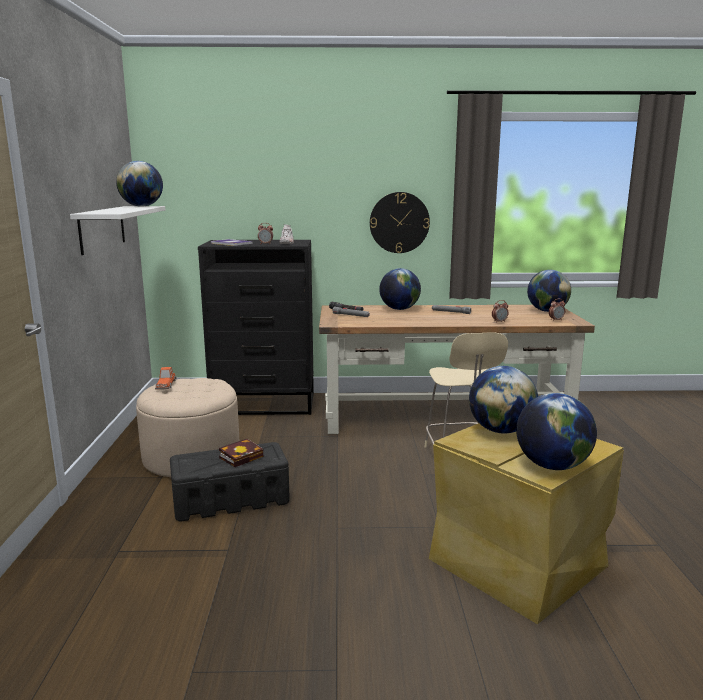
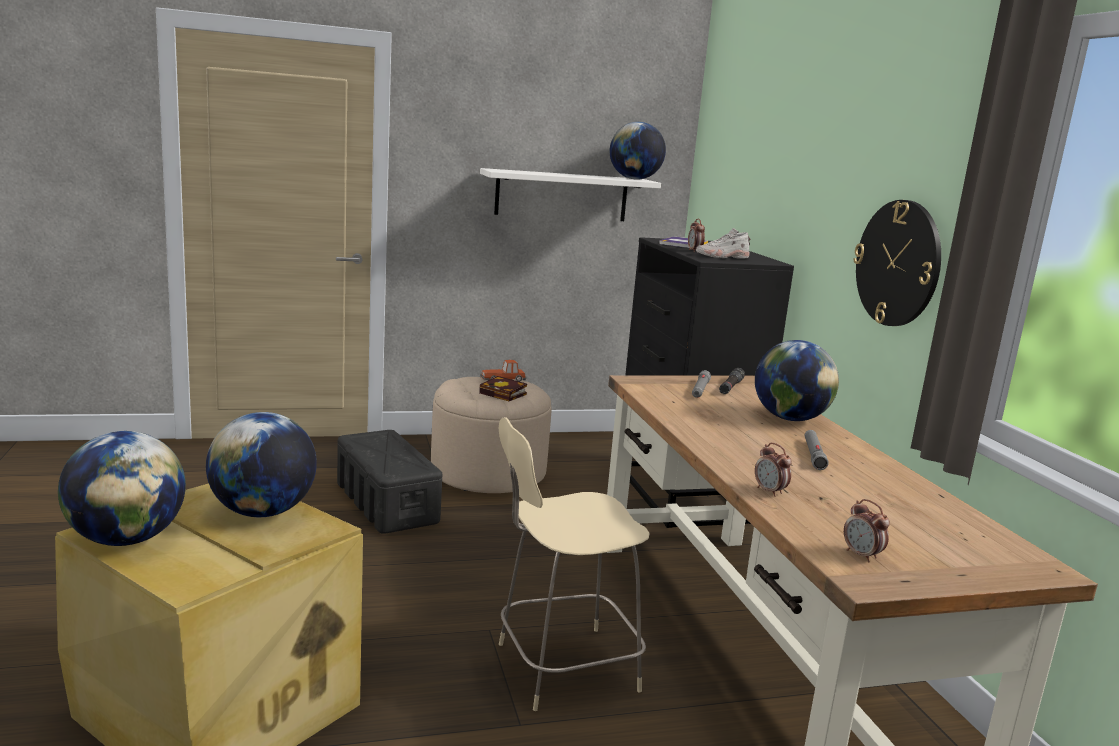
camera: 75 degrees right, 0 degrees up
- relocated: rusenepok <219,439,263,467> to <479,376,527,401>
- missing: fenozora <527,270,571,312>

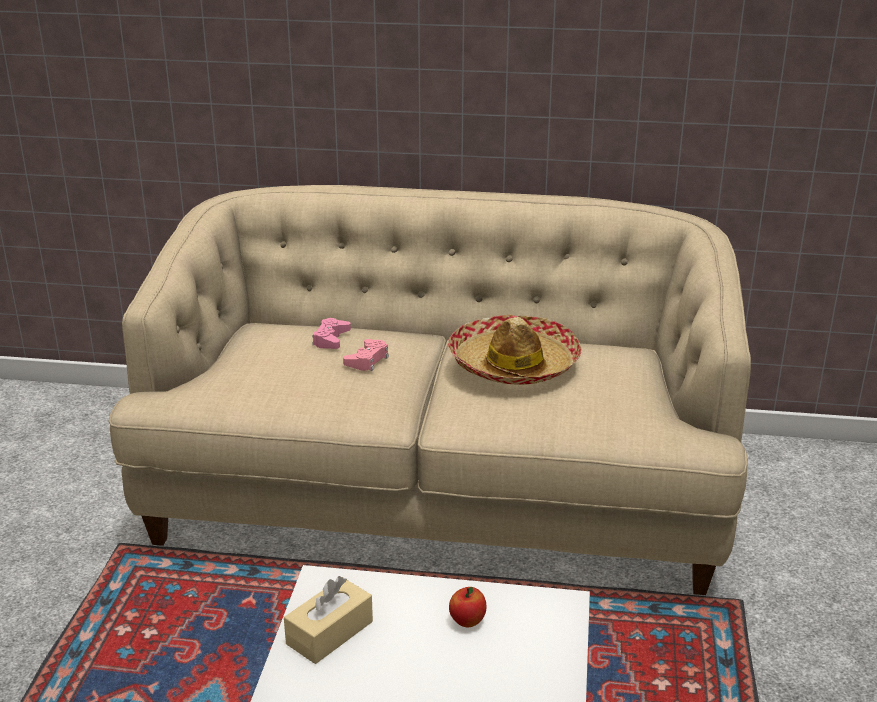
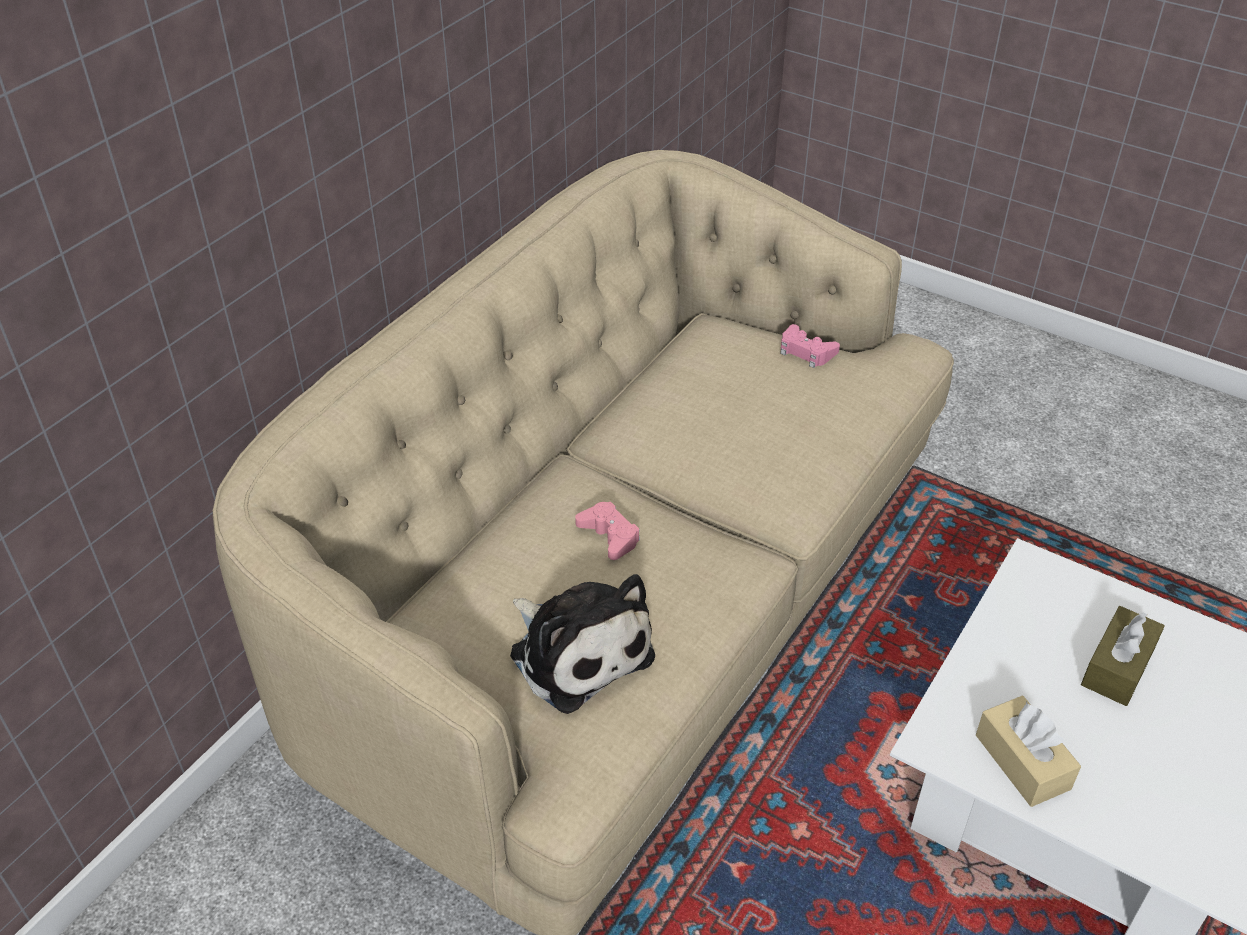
camera: 65 degrees left, 15 degrees up
- relocated: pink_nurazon <312,318,351,349> to <780,324,840,368>
- missing: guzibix <448,314,582,385>
- missing: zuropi <449,587,487,628>
- appeared: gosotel <510,574,655,714>
- appeared: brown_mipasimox <1081,606,1165,706>

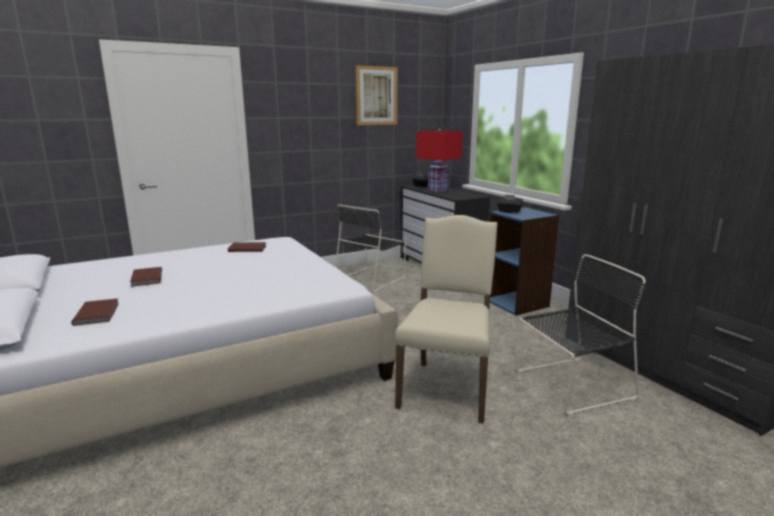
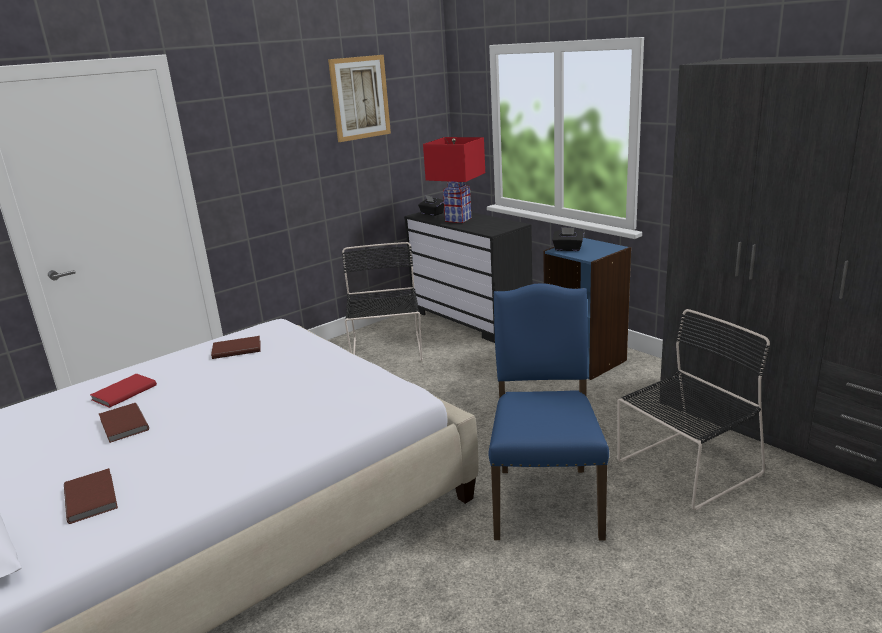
camera: 10 degrees left, 5 degrees up
- spun: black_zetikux <335,204,406,292> = <342,242,423,361> 150 degrees clockwise
- colour: beige_zetikux <395,215,498,423> to blue_zetikux <489,283,609,540>
- appeared: red_rusenepok <90,373,157,408>

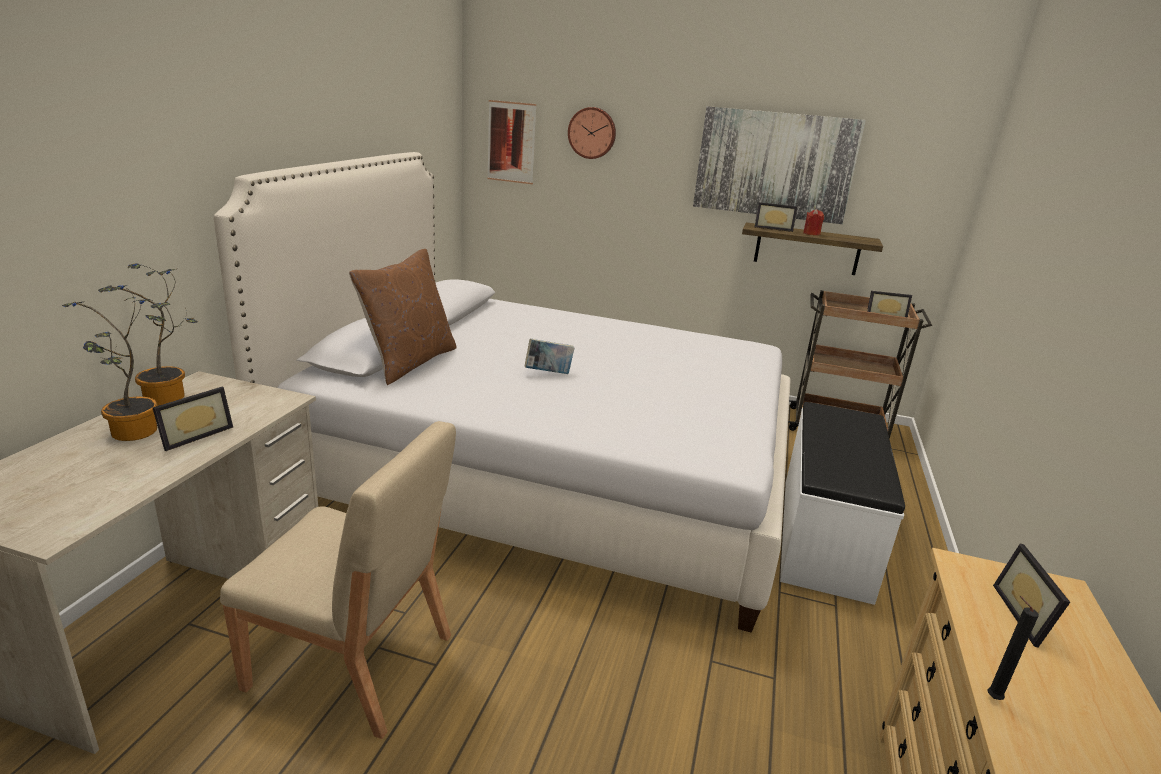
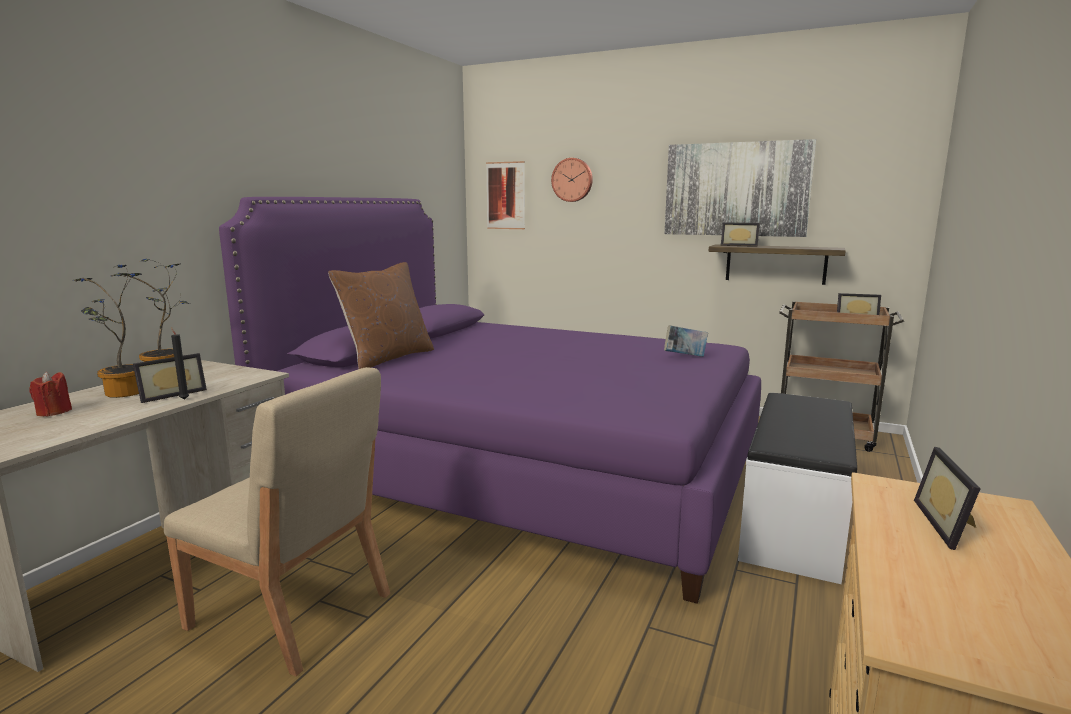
camera: 10 degrees right, 10 degrees down
- colour: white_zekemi <214,152,791,633> to purple_zekemi <219,197,761,604>
- relocated: rusenepok <525,338,574,374> to <664,325,708,357>
- relocated: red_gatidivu <803,209,824,235> to <29,372,72,416>
- relocated: black_gatidivu <987,596,1039,700> to <171,327,189,400>

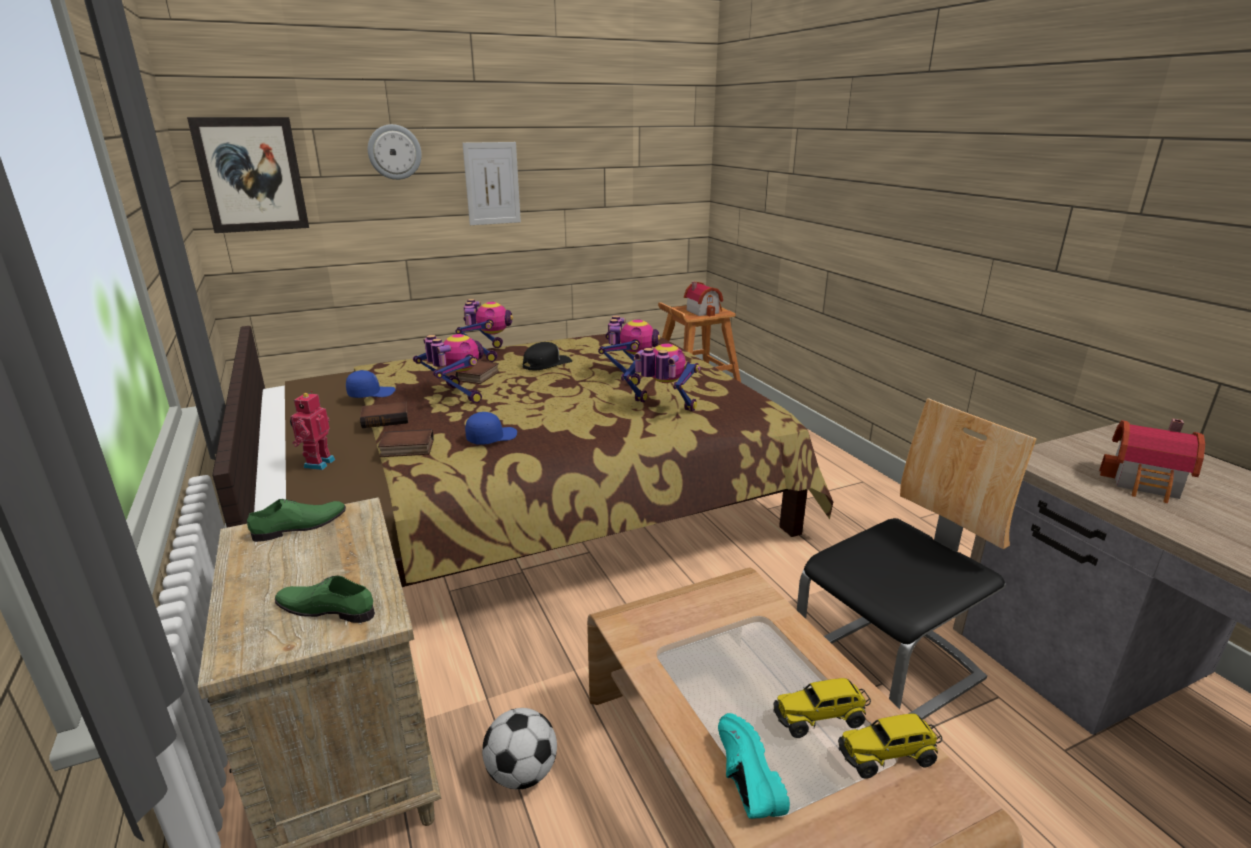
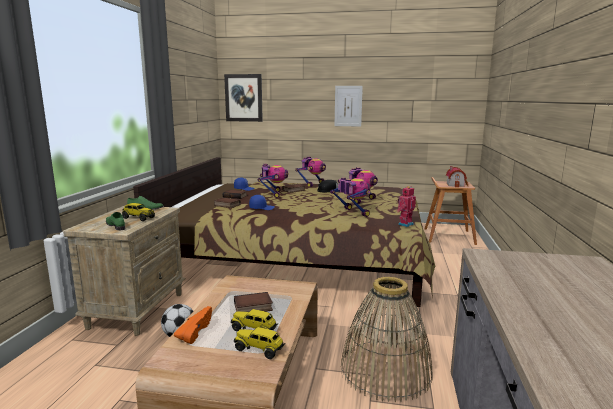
camera: 35 degrees right, 10 degrees down
- relocated: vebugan <290,391,335,470> to <397,186,416,227>
- missing: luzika <368,124,422,180>
- colour: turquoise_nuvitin <718,713,790,819> to orange_nuvitin <174,306,212,344>
- exchanged: zetikux <797,398,1037,720> to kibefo <341,277,432,402>
- missing: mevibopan <1099,418,1205,503>
- appeared: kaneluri <122,203,155,221>
- appeared: rusenepok <234,292,273,312>

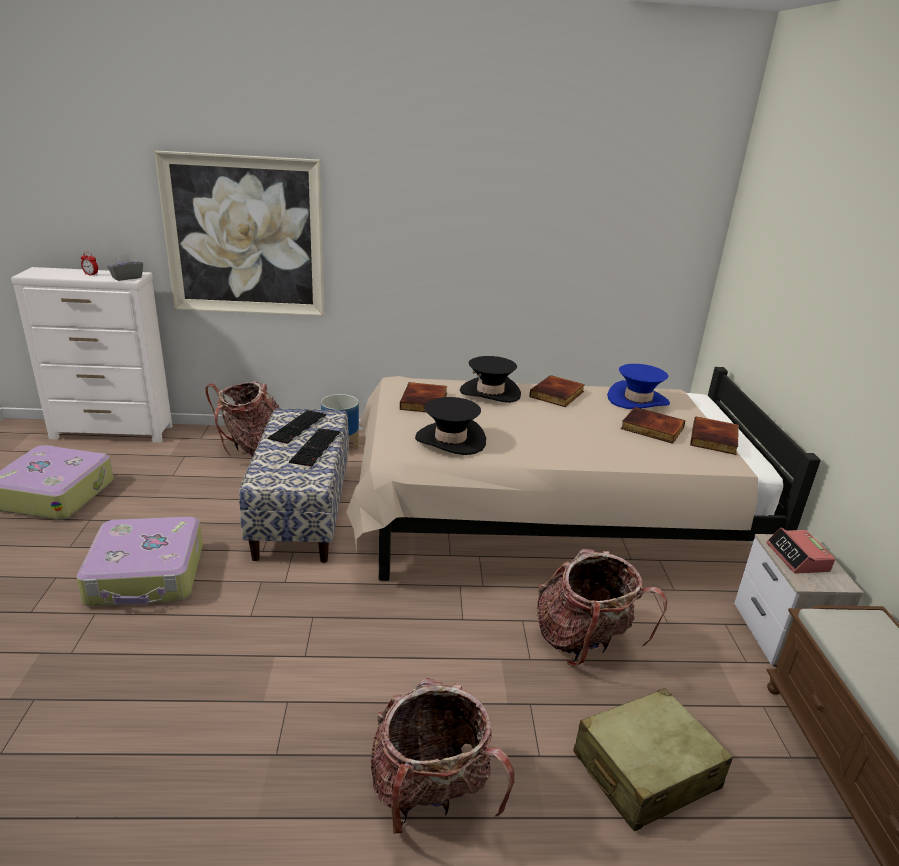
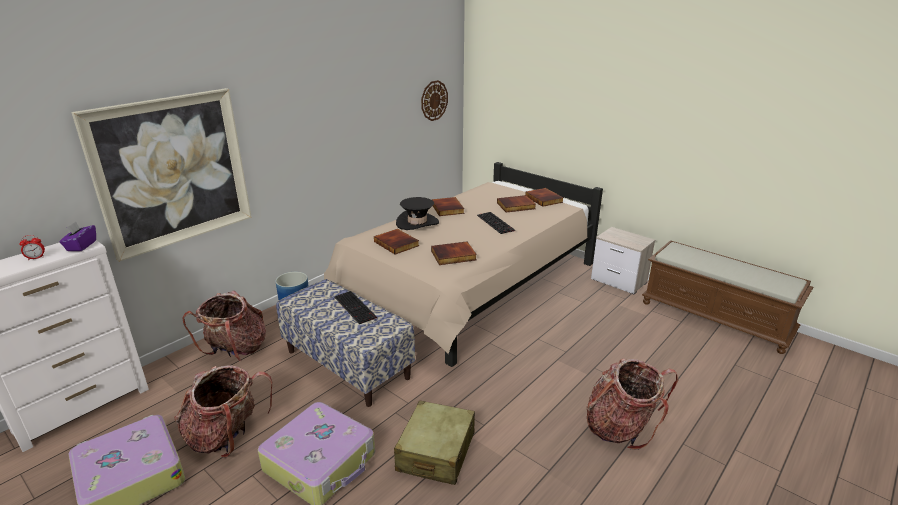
camera: 45 degrees left, 0 degrees up
- colour: grey_mipasimox <107,254,143,281> to purple_mipasimox <59,222,96,251>
- relocated: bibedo <268,410,326,444> to <477,212,515,234>
- exchanged: black_guzibix <415,397,486,455> to rusenepok <431,241,477,265>
- relocated: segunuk <537,549,667,667> to <174,366,272,458>
- relocated: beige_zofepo <573,688,733,831> to <394,400,475,485>
- missing: blue_guzibix <607,364,670,409>
- missing: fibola <766,528,835,574>
- appeared: luzika <421,80,448,121>

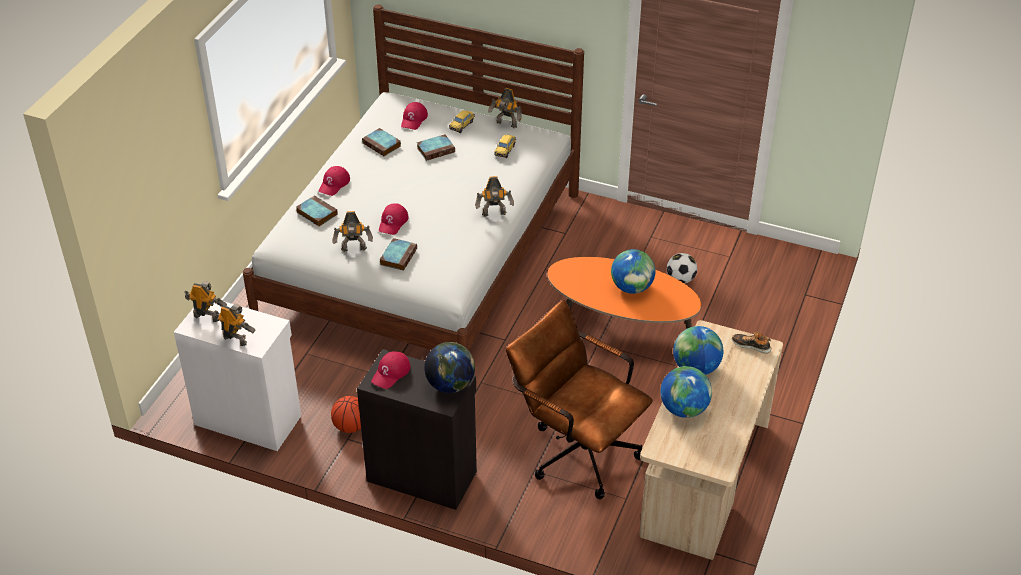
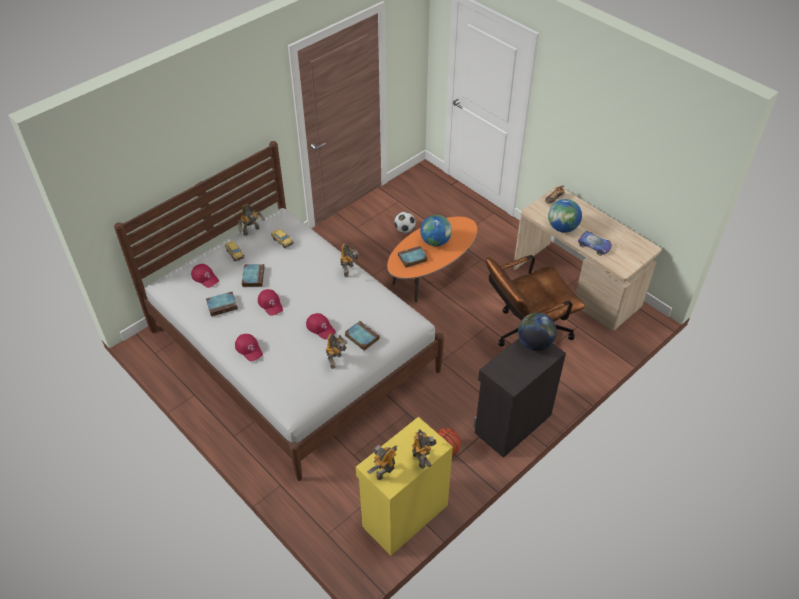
camera: 65 degrees left, 5 degrees up
- colour: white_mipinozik <174,302,301,451> to yellow_mipinozik <356,417,453,555>
- spun: vebugan <215,303,255,346> = <412,429,436,469> 120 degrees clockwise
- relocated: rusenepok <296,195,338,227> to <398,246,428,268>
- relocated: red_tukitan <371,352,410,389> to <258,289,283,316>
- exchanged: fenozora <660,366,712,418> to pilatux <578,231,612,256>

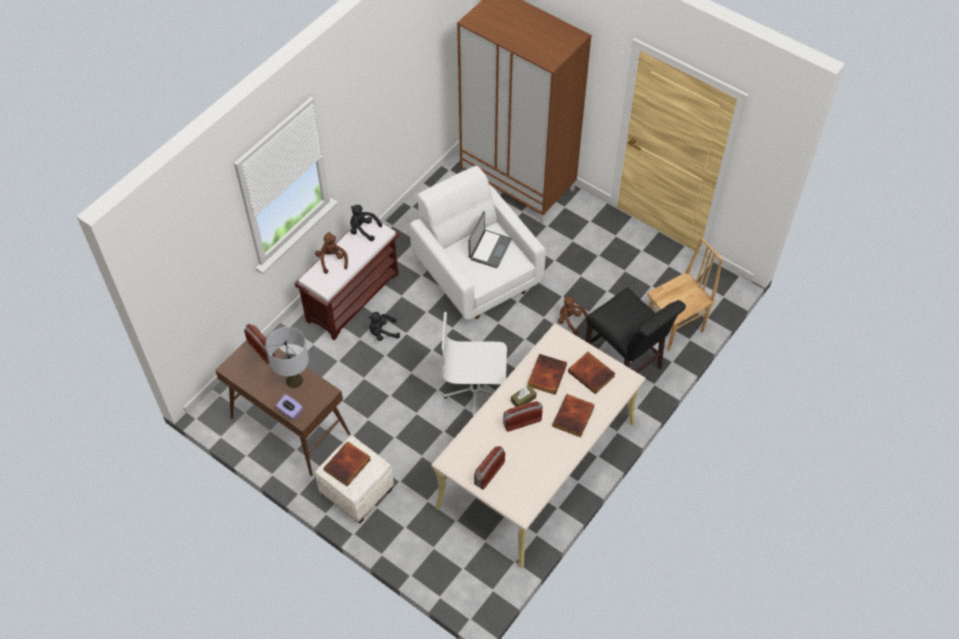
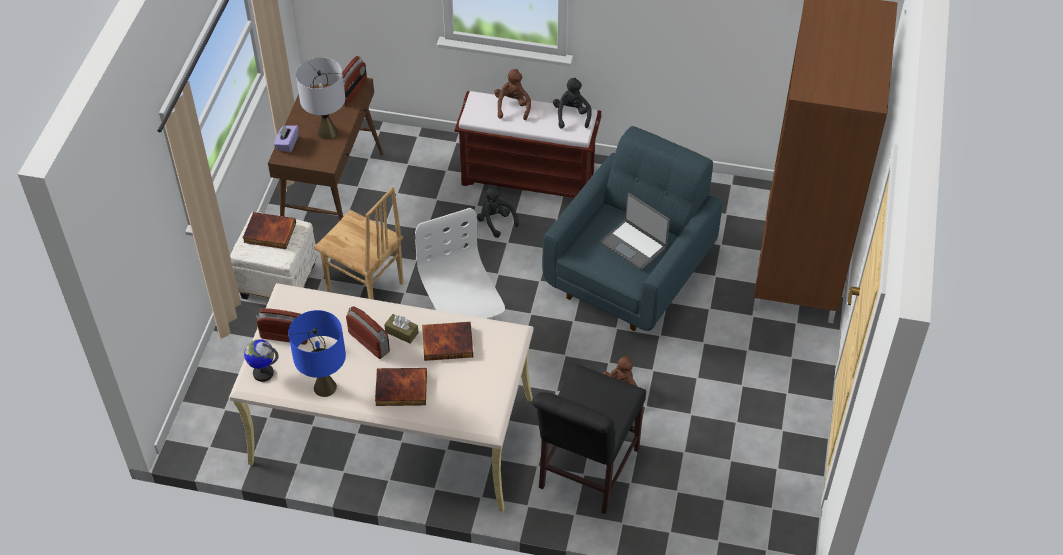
camera: 65 degrees right, 5 degrees down
- spun: brown_gosotel <315,232,348,274> = <494,69,531,120> 45 degrees counterclockwise
- colour: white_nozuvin <410,166,546,320> to blue_nozuvin <542,126,722,331>
- spun: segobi <469,211,512,268> = <600,193,670,270> 45 degrees clockwise
- missing: rusenepok <568,352,615,394>
- relocated: brown_zetikux <647,237,723,351> to <314,187,404,300>
- appeared: fenozora <244,339,279,382>
- appeared: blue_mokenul <288,310,346,397>

